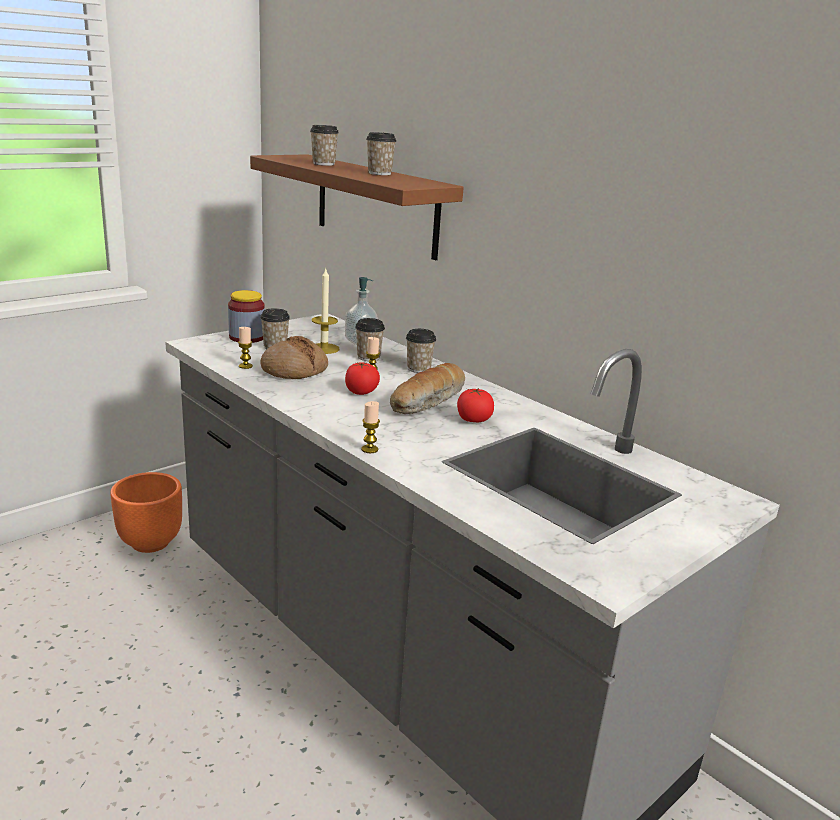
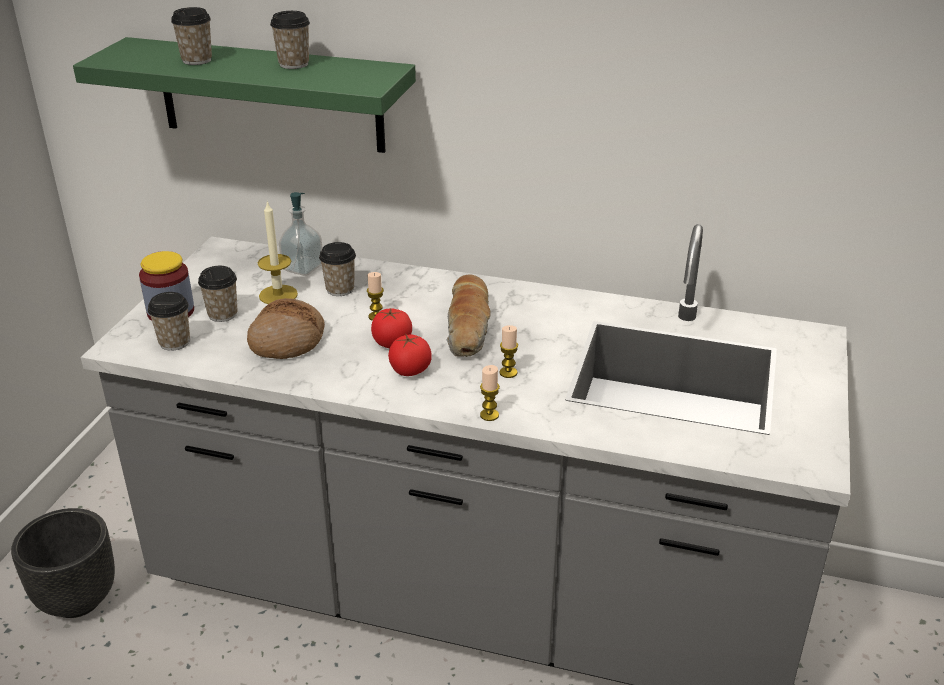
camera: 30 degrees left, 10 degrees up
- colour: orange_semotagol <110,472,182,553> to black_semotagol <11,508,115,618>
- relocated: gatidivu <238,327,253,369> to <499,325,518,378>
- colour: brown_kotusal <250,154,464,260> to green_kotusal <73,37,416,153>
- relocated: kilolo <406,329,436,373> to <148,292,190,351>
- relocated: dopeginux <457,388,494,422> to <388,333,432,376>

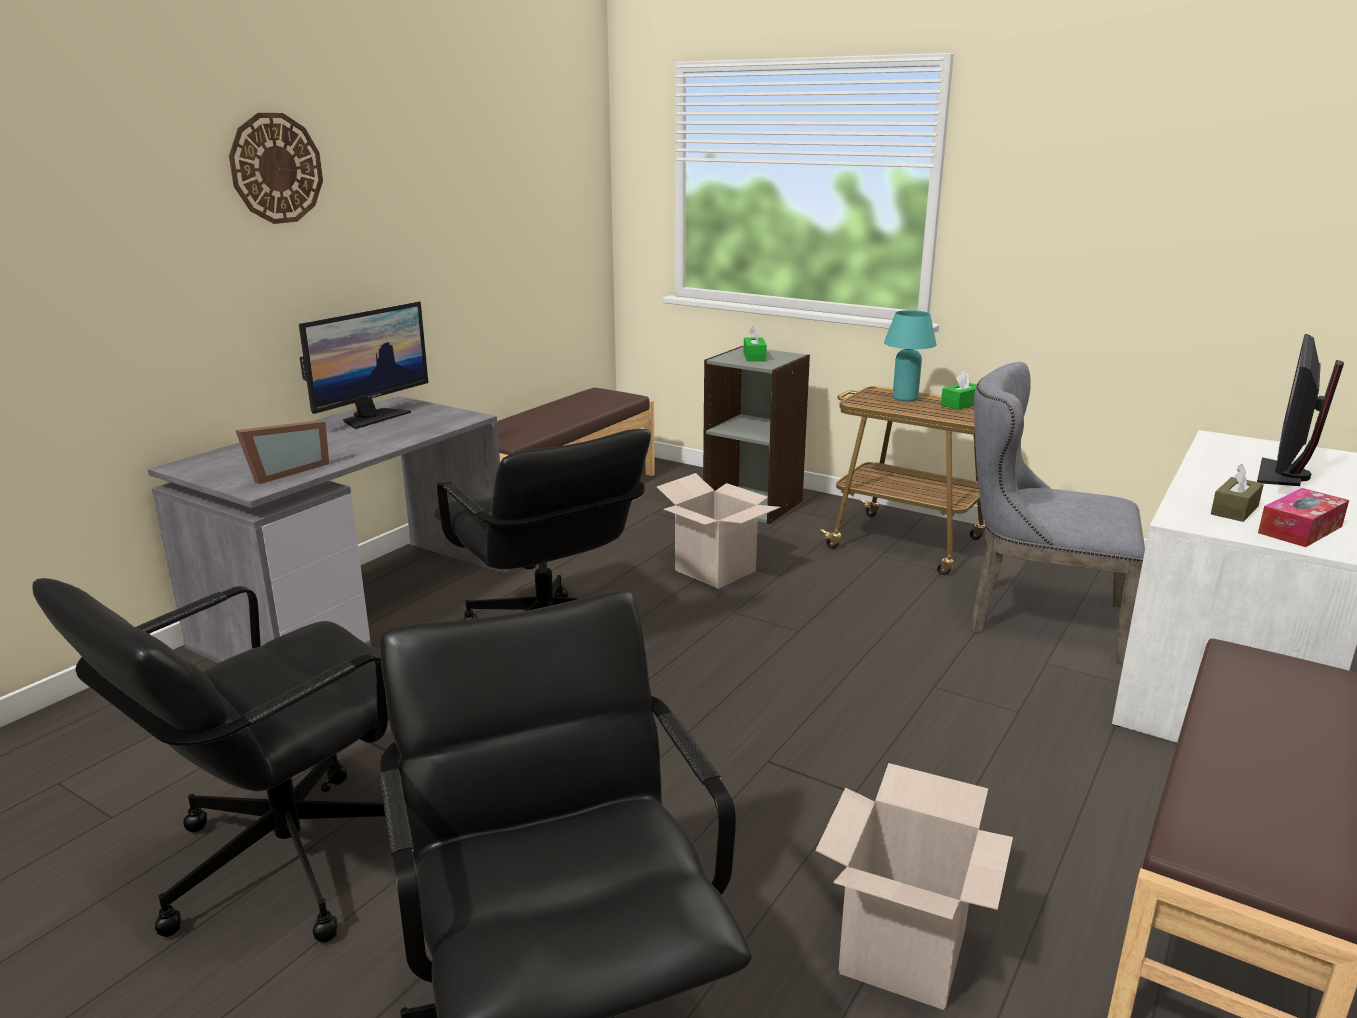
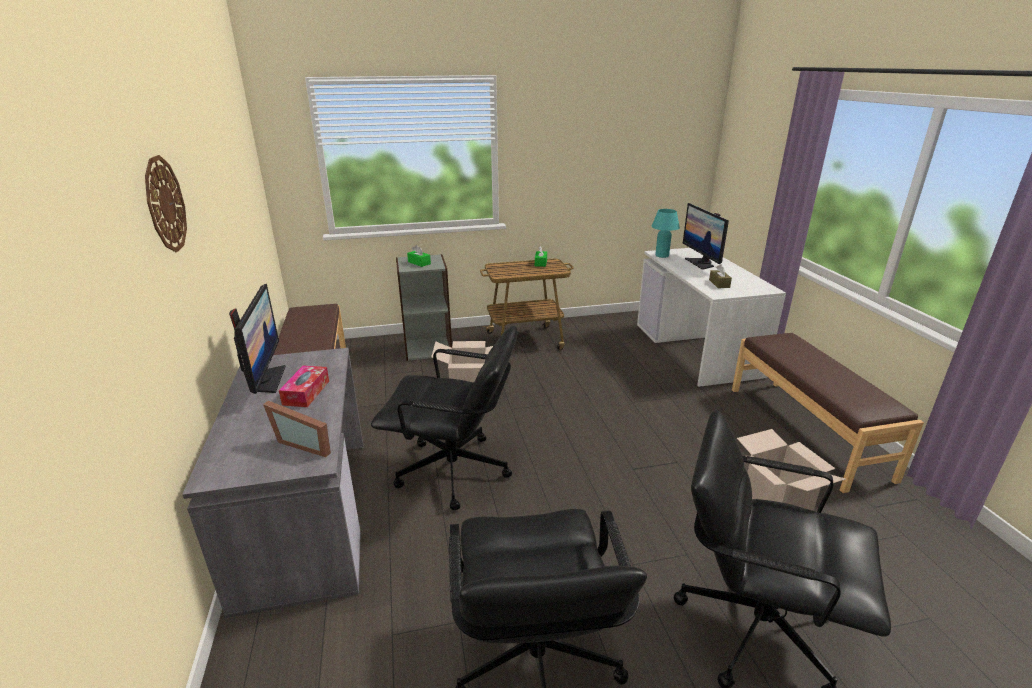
camera: 45 degrees left, 5 degrees up
- spun: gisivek <235,420,329,484> = <263,400,331,457> 120 degrees clockwise
- relocated: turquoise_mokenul <884,310,937,401> to <652,209,680,258>
- missing: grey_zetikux <971,362,1145,664>
- relocated: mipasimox <1258,488,1349,547> to <279,365,329,407>

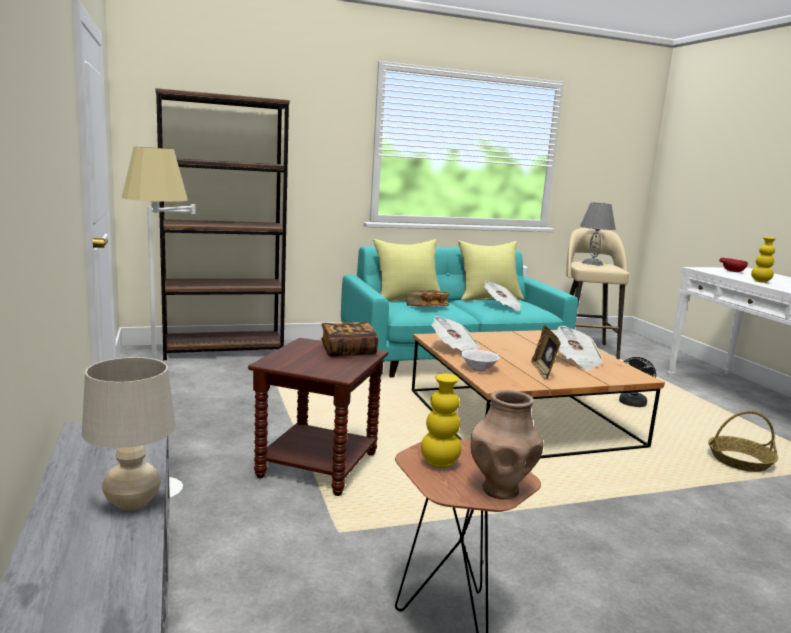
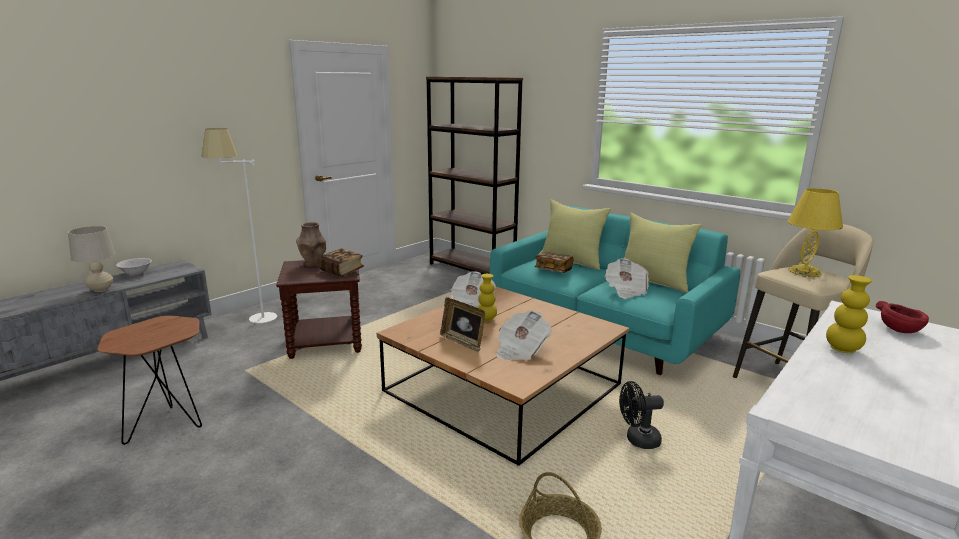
camera: 60 degrees right, 5 degrees up
- relocated: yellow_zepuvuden <421,374,461,468> to <477,274,497,322>
- relocated: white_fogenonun <461,350,500,371> to <116,258,152,275>
- relocated: brown_zepuvuden <470,390,543,499> to <296,222,326,267>
- spun: gisivek <531,325,561,380> = <440,298,485,352> 105 degrees counterclockwise
- colour: grey_mokenul <580,203,616,265> to yellow_mokenul <788,188,843,277>

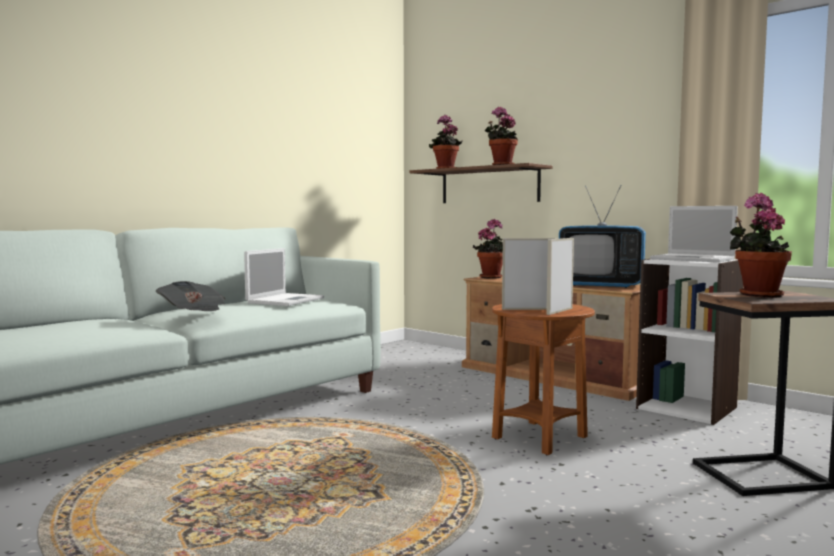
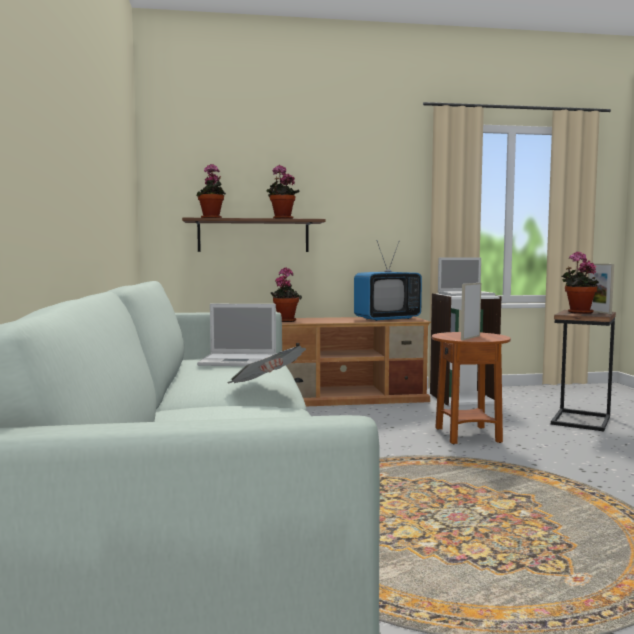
camera: 50 degrees left, 0 degrees up
- spun: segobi <244,248,324,306> = <197,304,276,366> 120 degrees clockwise
- relocated: gisivek <546,238,574,315> to <588,264,614,314>

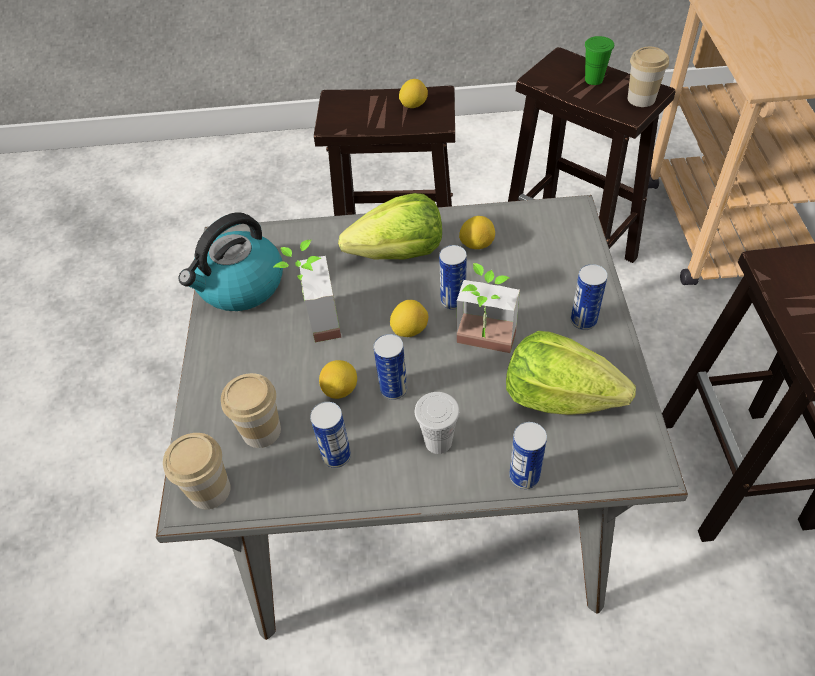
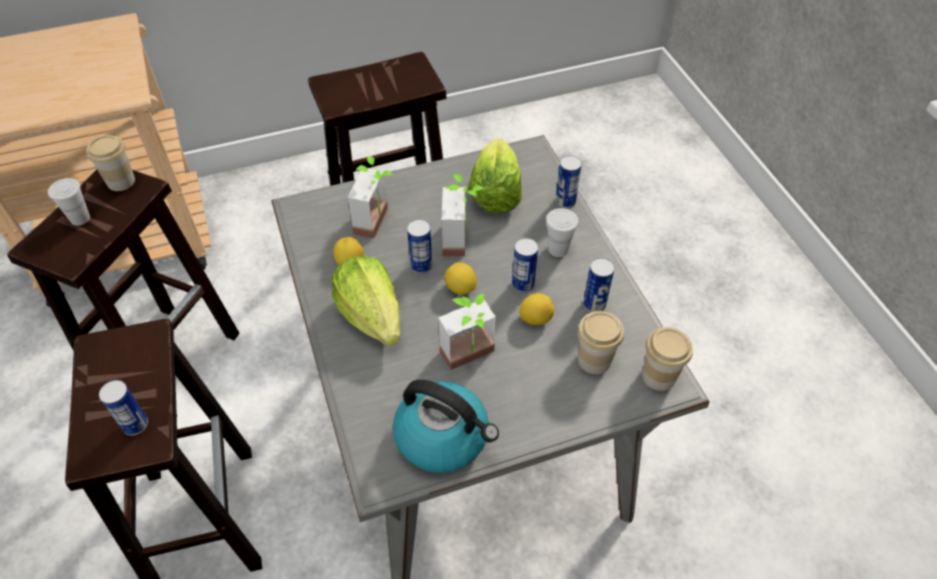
camera: 110 degrees left, 0 degrees up
- missing: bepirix <399,79,428,108>
- relocated: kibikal <571,264,608,330> to <99,380,148,436>
- colour: green_kilolo <585,36,614,85> to white_kilolo <48,178,90,226>
- appeared: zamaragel <348,156,393,238>

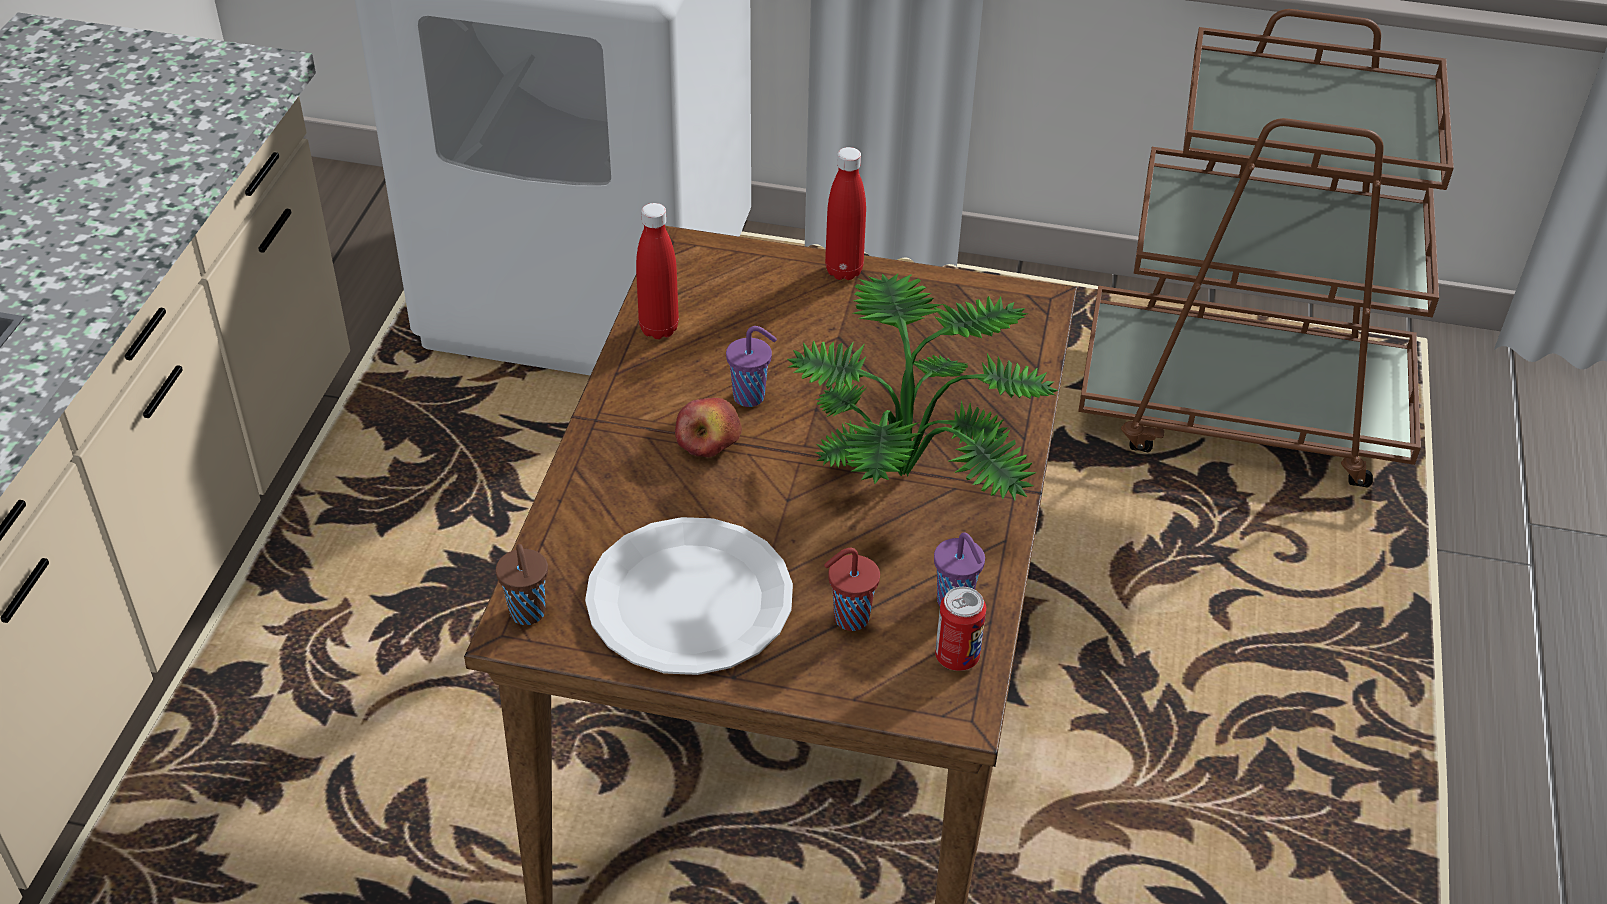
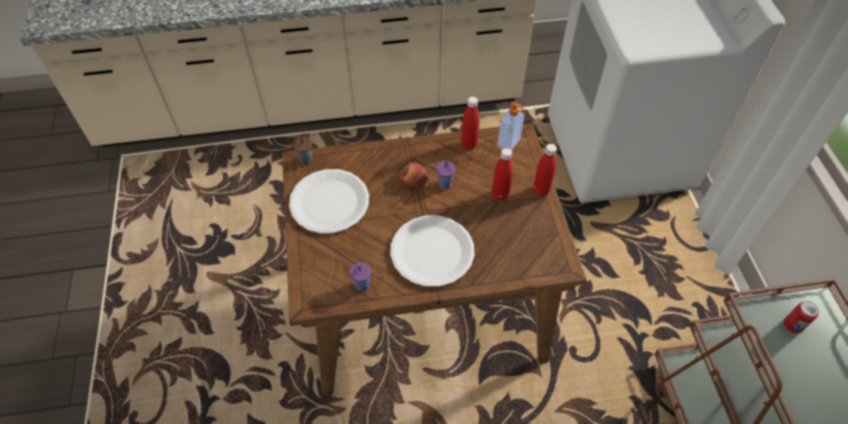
camera: 70 degrees right, 10 degrees up
- exchanged: zamaragel <787,274,1059,500> to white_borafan <390,215,475,287>
- missing: red_kilolo <824,548,880,631>
- relocated: kibikal <935,587,986,671> to <784,301,819,333>
- appeared: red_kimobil <492,148,513,201>
- appeared: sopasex <497,102,524,151>

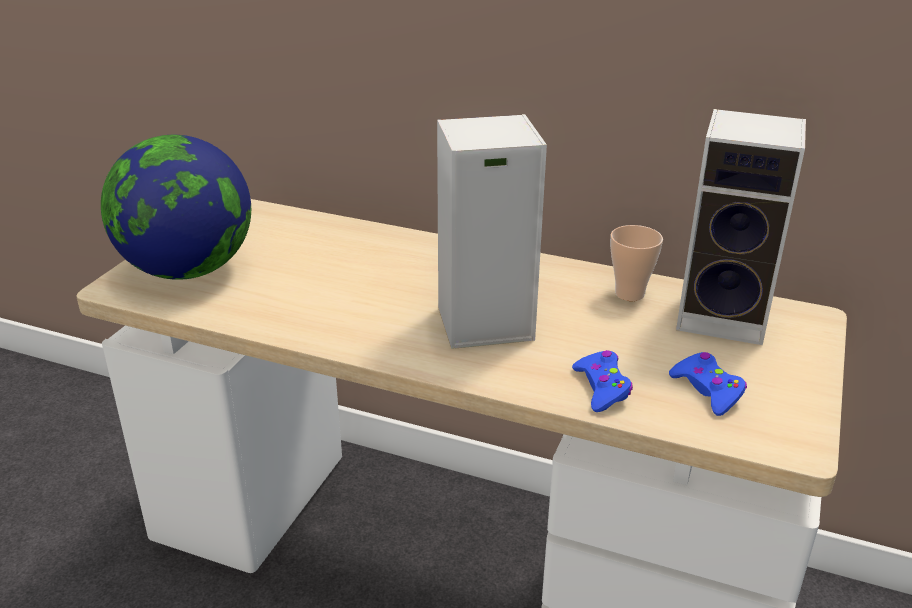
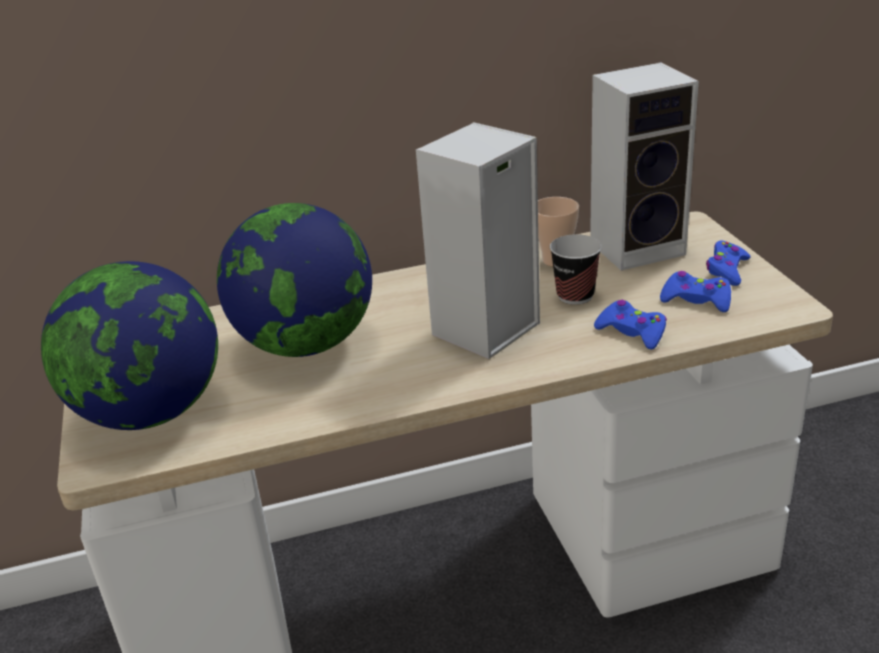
camera: 35 degrees left, 0 degrees up
- appeared: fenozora <217,203,372,357>
- appeared: kilolo <550,234,602,305>
- appeared: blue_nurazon <706,240,751,286>

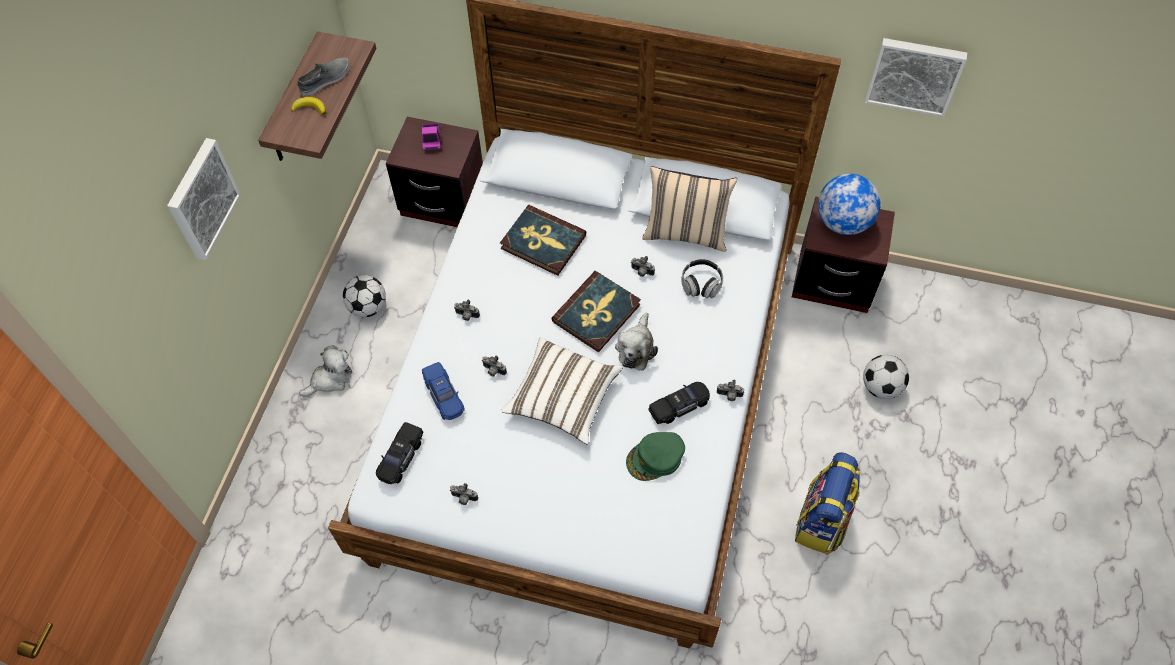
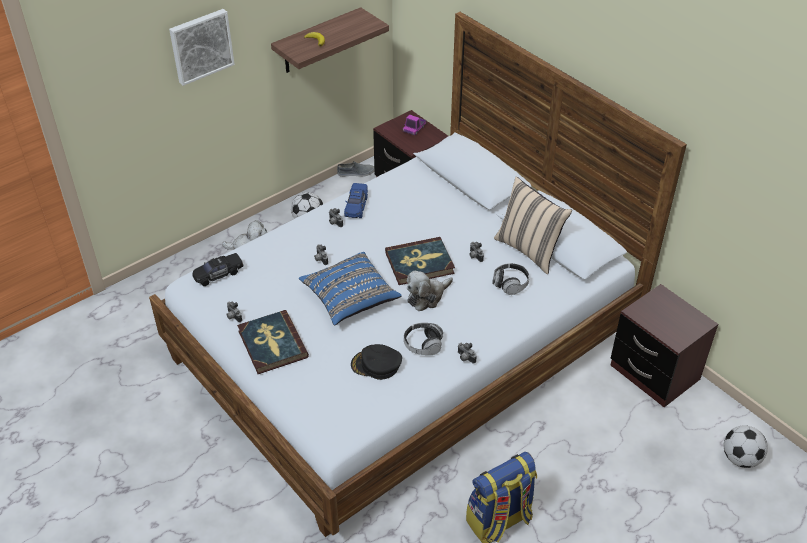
camera: 35 degrees right, 15 degrees down
- relocated: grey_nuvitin <298,58,350,96> to <337,161,374,177>
- relocated: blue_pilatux <422,362,465,420> to <344,183,368,218>
- relocated: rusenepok <500,205,586,276> to <237,310,309,374>
- colour: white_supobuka <501,337,623,444> to blue_supobuka <299,252,402,326>
- colour: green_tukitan <626,432,685,481> to black_tukitan <351,344,402,380>
- exchanged: black_pilatux <648,382,710,424> to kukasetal <404,323,443,355>
- missing: fenozora <818,174,881,235>
- relocated: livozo <863,355,909,399> to <724,425,768,468>
- missing: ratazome <865,38,967,117>

